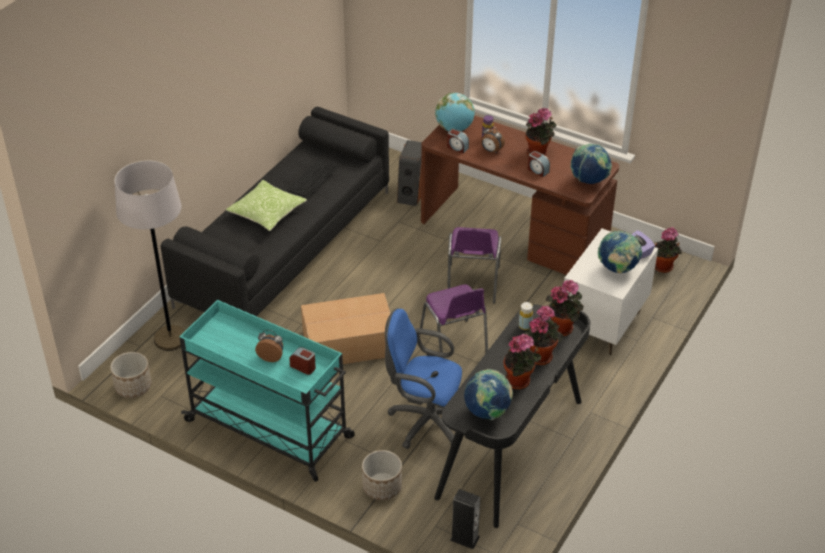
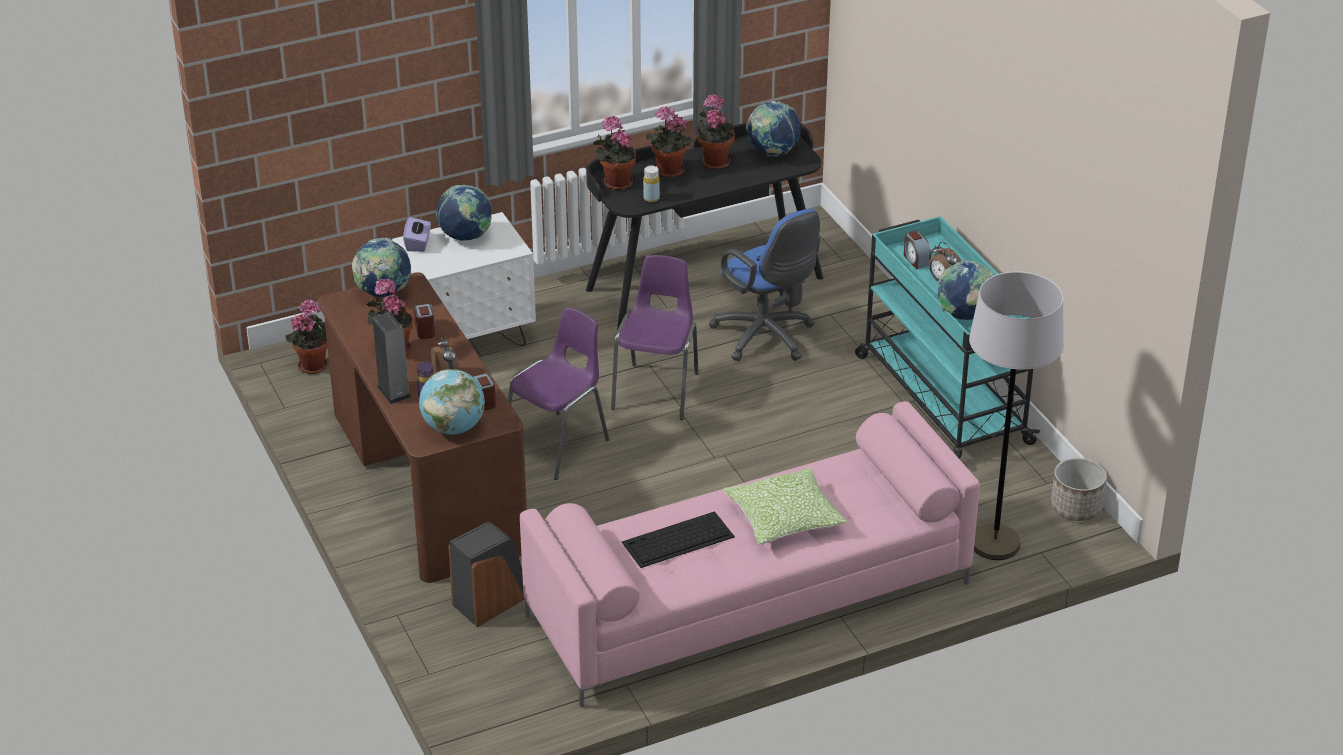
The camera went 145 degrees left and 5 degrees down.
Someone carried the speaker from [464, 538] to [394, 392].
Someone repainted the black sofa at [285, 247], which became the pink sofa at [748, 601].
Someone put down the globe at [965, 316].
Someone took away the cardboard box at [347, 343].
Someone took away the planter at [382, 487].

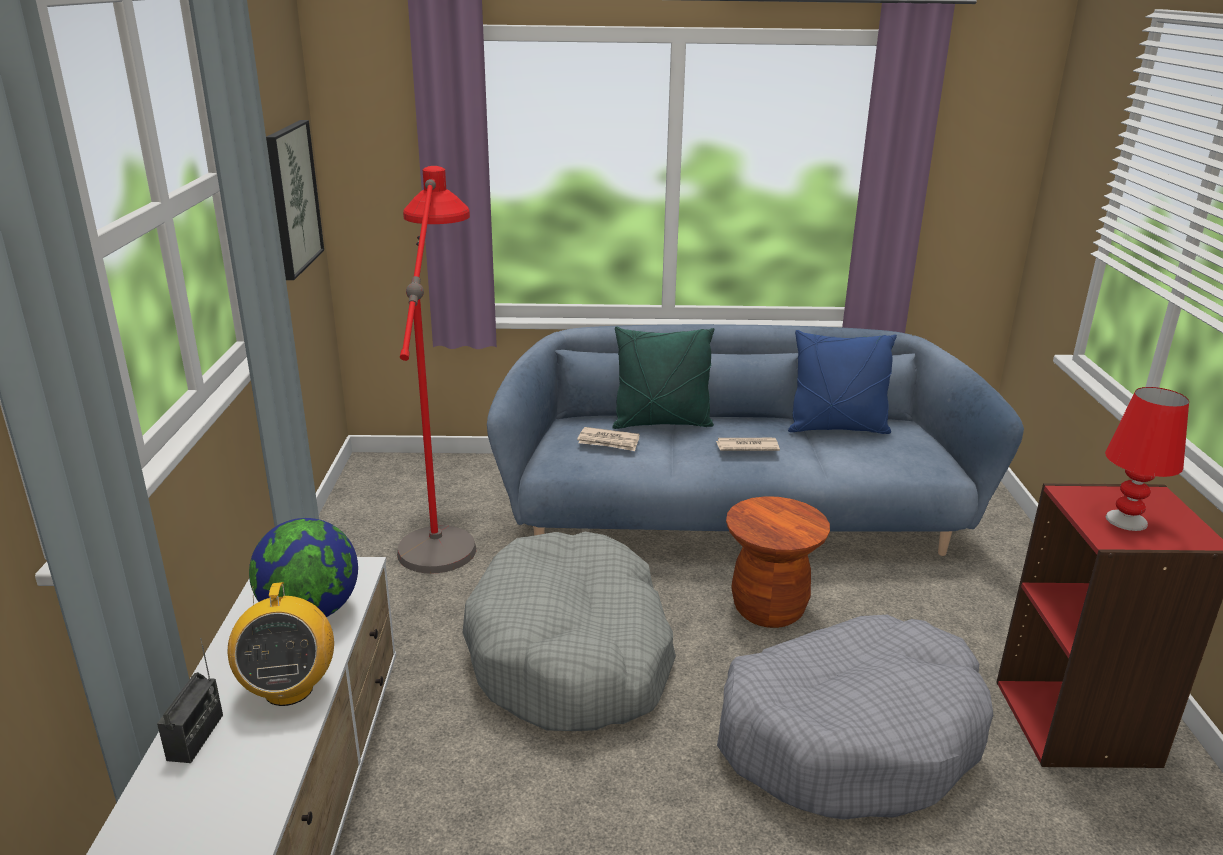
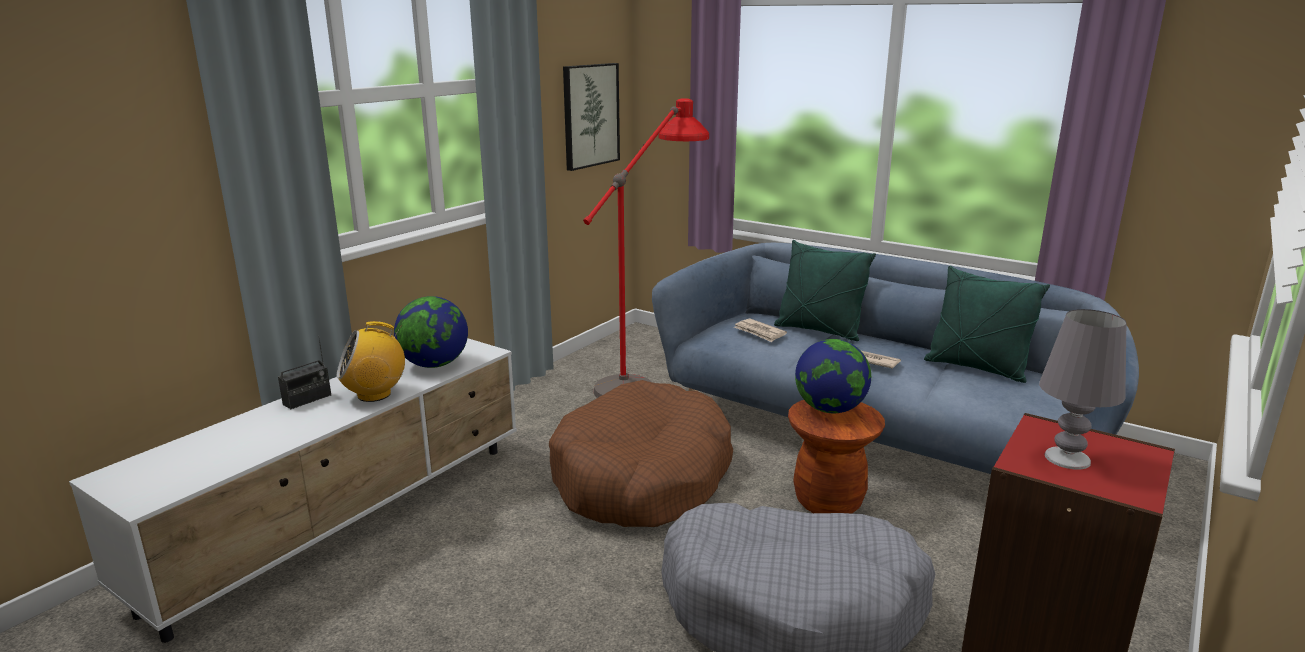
The camera went 35 degrees right and 5 degrees down.
Someone rotated the radio at [288, 689] by 45 degrees clockwise.
Someone repainted the grey dog bed at [572, 655], which became the brown dog bed at [642, 477].
Someone put down the globe at [830, 409].
Someone repainted the blue pillow at [837, 428], which became the green pillow at [976, 368].
Someone repainted the red table lamp at [1127, 521], which became the grey table lamp at [1067, 459].

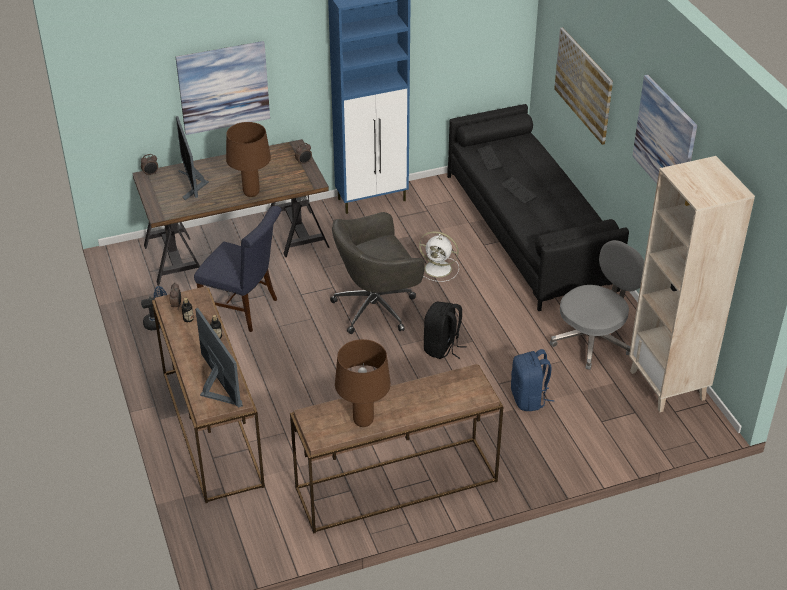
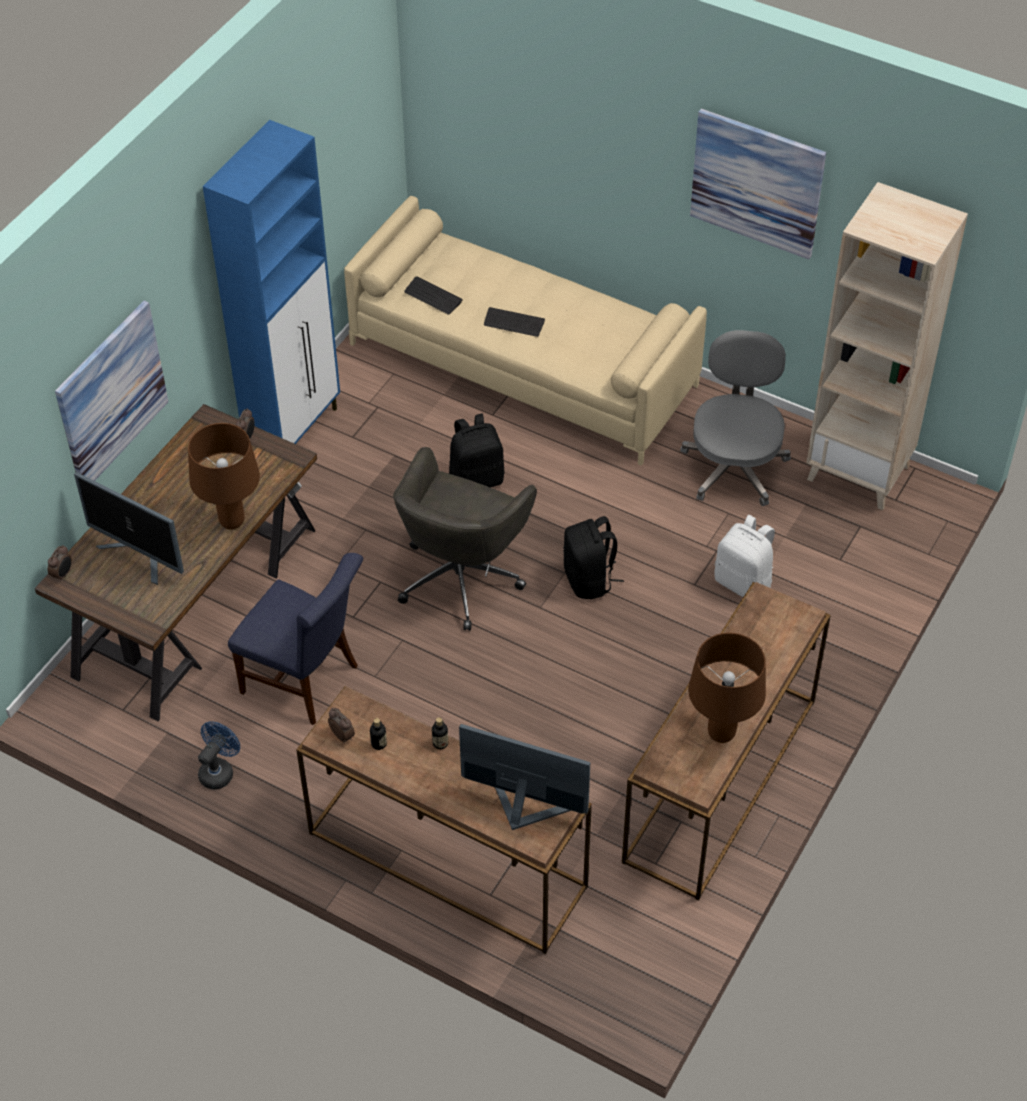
The camera went 40 degrees left and 10 degrees up.
Someone rotated the blue chair at [244, 309] by 45 degrees clockwise.
Someone repainted the black sofa at [529, 231], which became the beige sofa at [524, 364].
Someone swapped the white fan at [439, 269] for the black backpack at [477, 479].
Someone repainted the blue backpack at [529, 399], which became the white backpack at [744, 582].
Someone took away the picture at [583, 85].

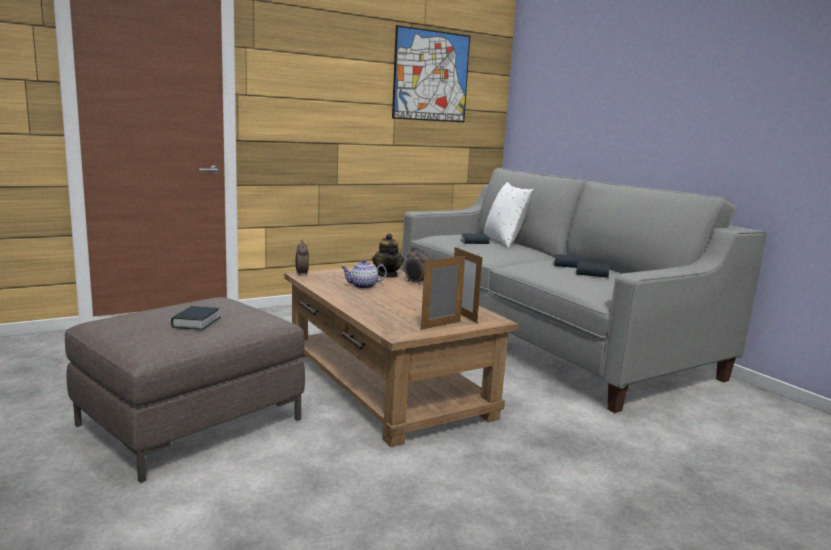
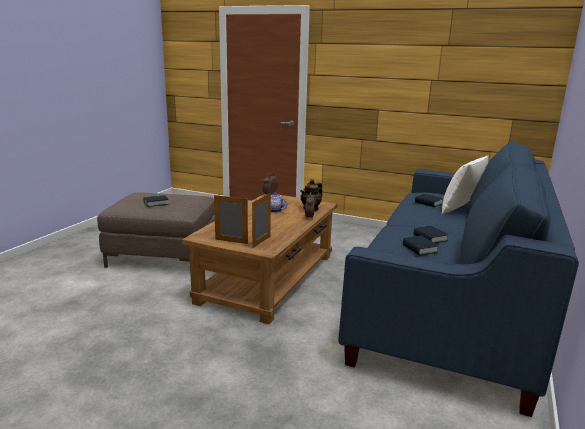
The camera went 55 degrees right and 5 degrees up.
Someone repainted the grey sofa at [544, 336], which became the blue sofa at [451, 302].
Someone took away the picture at [431, 76].

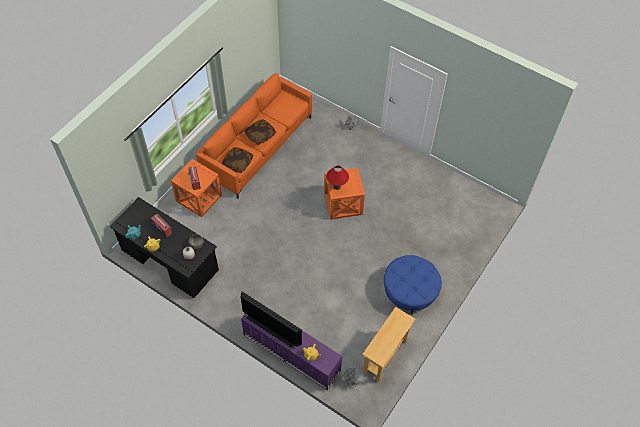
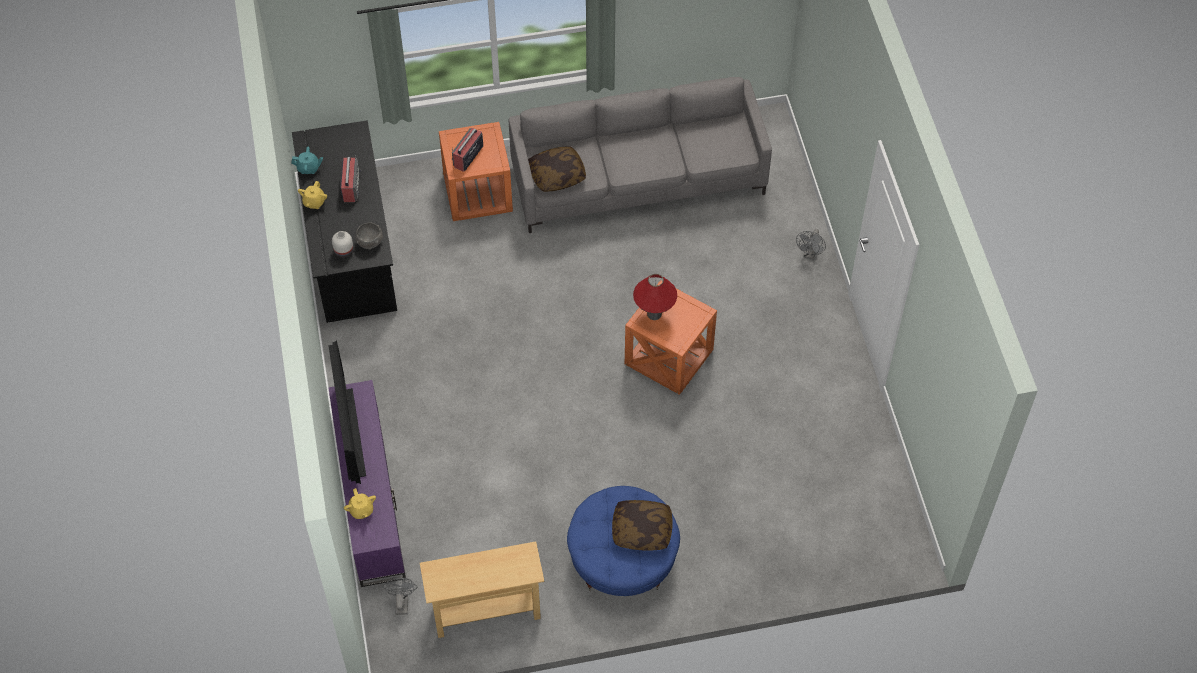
The camera went 45 degrees right and 0 degrees up.
Someone repainted the orange sofa at [257, 146], which became the grey sofa at [638, 179].
Someone carried the pillow from [260, 135] to [642, 530].

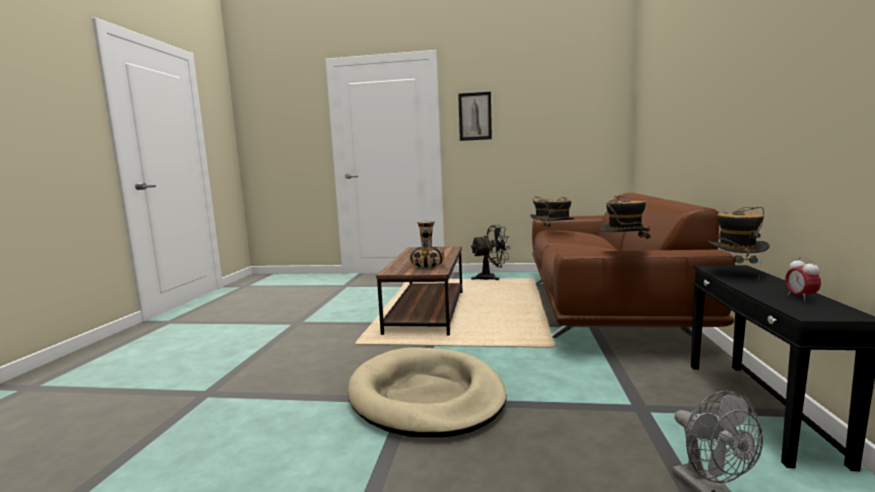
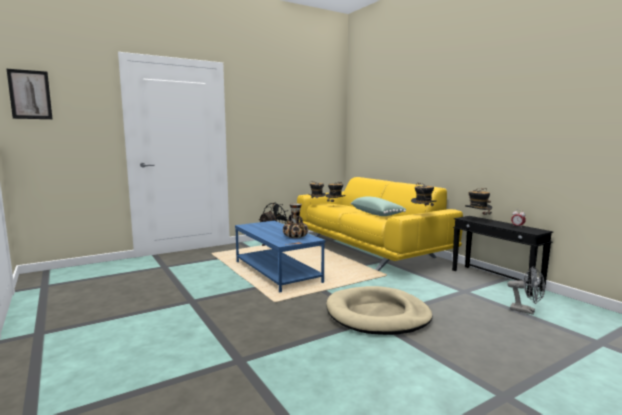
The camera went 40 degrees left and 0 degrees up.
Someone carried the picture from [475, 116] to [30, 94].
Someone repainted the brown coffee table at [427, 311], which became the blue coffee table at [277, 272].
Someone repainted the brown sofa at [602, 305], which became the yellow sofa at [369, 249].
Someone put down the green pillow at [377, 214].

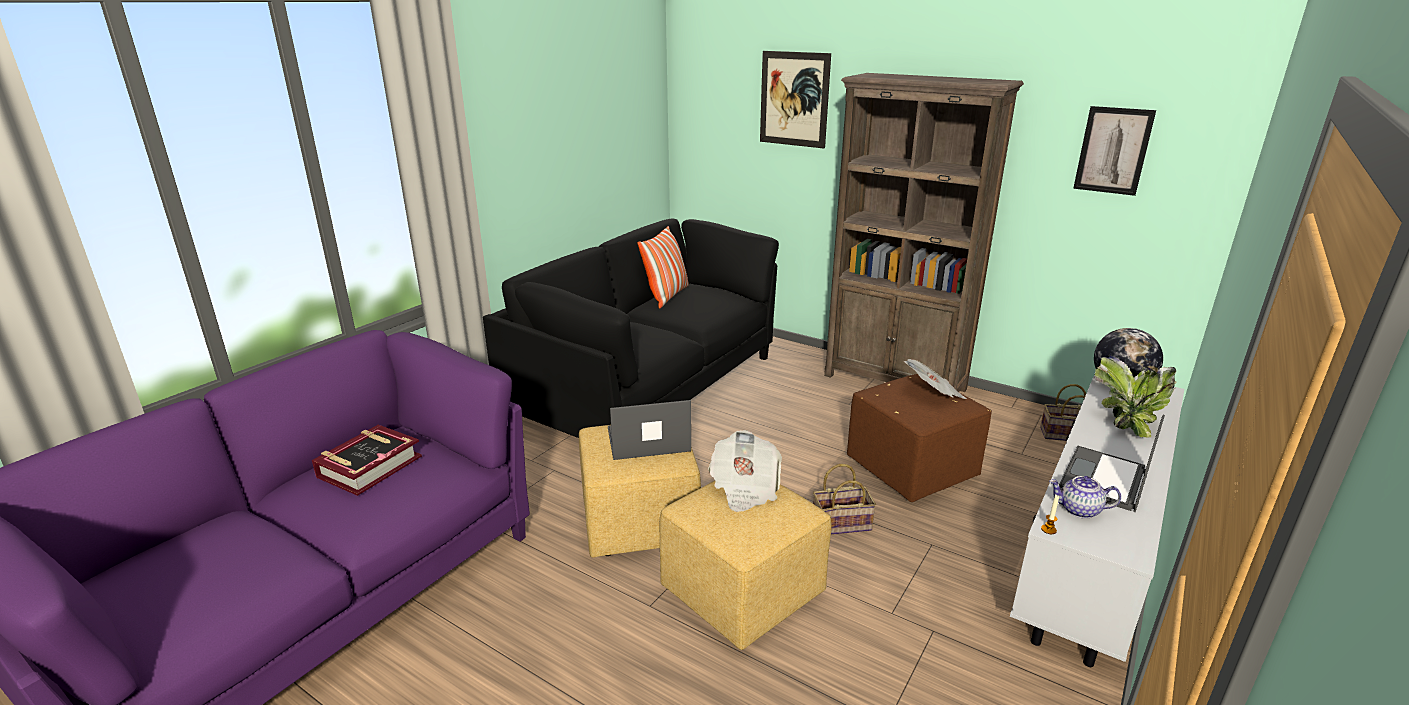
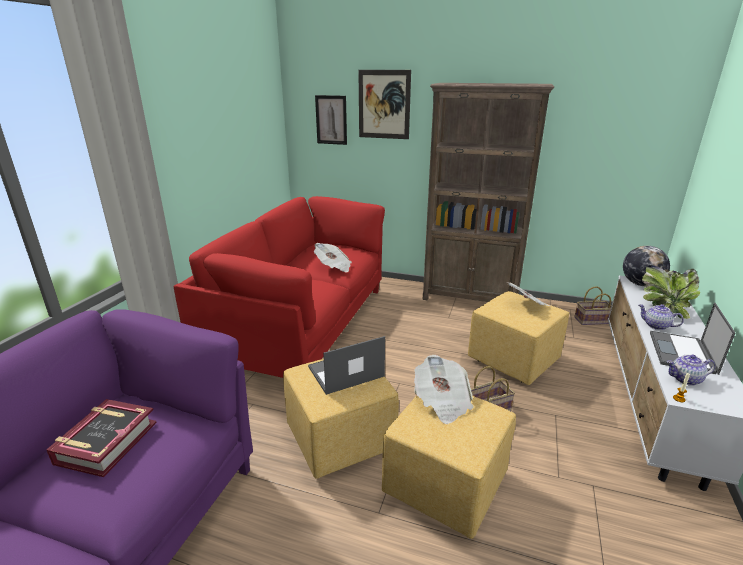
The camera went 15 degrees left and 0 degrees up.
Someone repainted the black sofa at [647, 388], which became the red sofa at [301, 325].
Someone put down the newspaper at [333, 267].
Someone carried the picture from [1113, 150] to [331, 120].
Someone repainted the brown ottoman at [913, 470], which became the yellow ottoman at [514, 360].
Someone put down the teapot at [656, 326].
Someone took away the pillow at [666, 296].

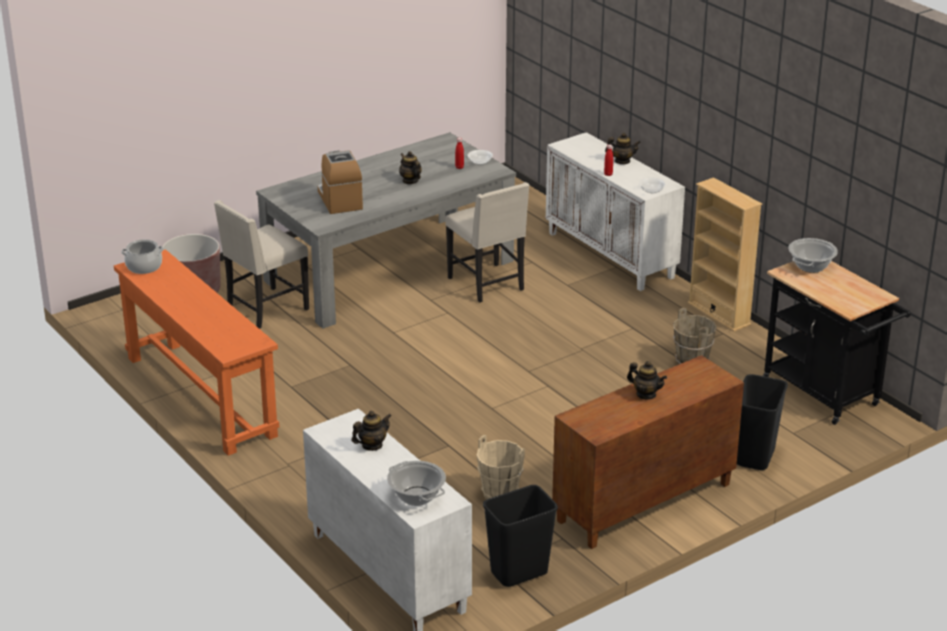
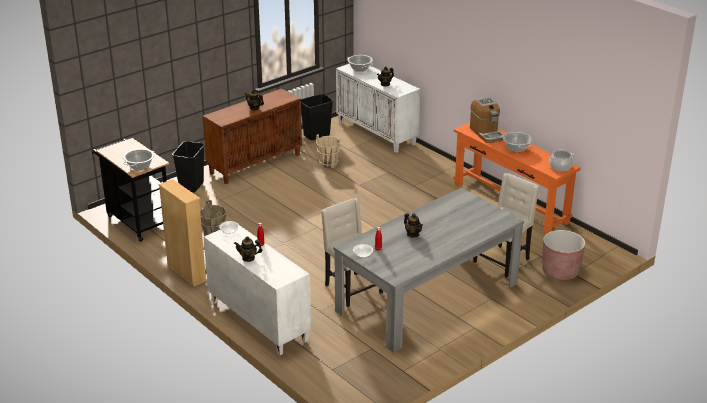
The camera went 175 degrees right and 0 degrees up.
Someone carried the coffee machine from [339, 200] to [487, 133].
Someone put down the cooking pot at [516, 148].

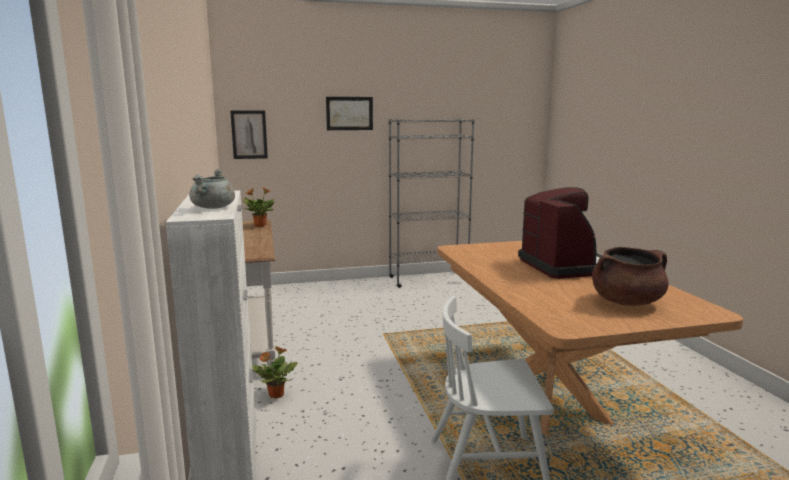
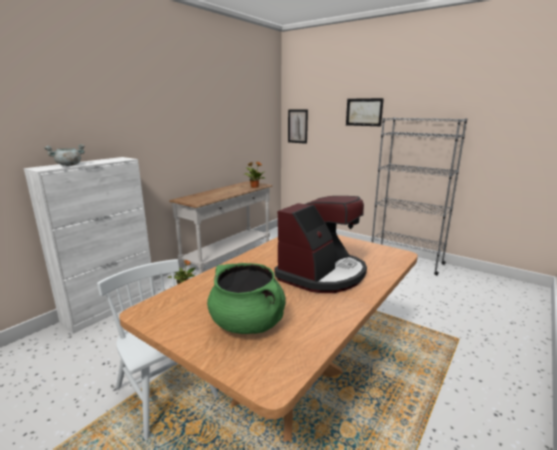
The camera went 50 degrees right and 5 degrees up.
Someone repainted the brown cooking pot at [627, 302], which became the green cooking pot at [248, 323].

